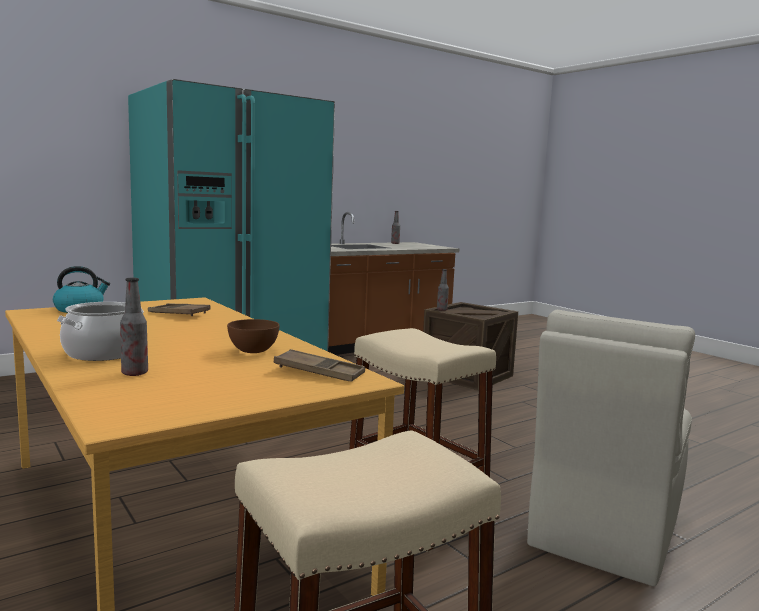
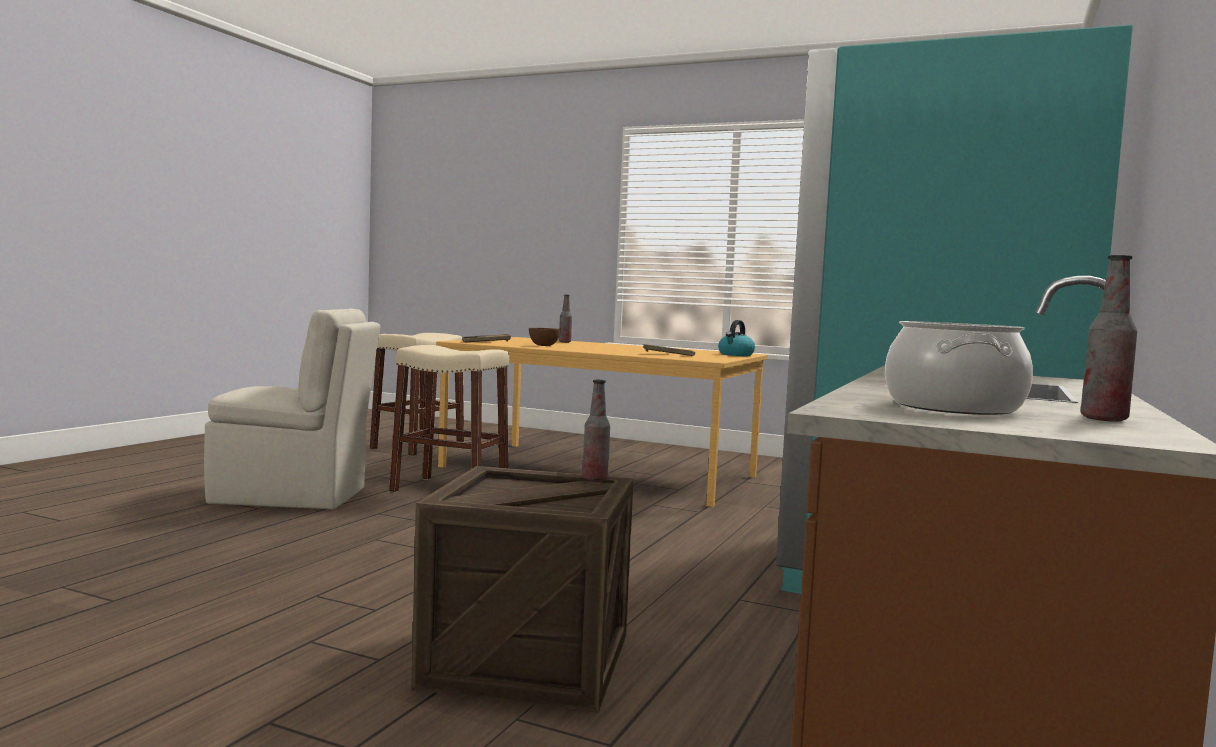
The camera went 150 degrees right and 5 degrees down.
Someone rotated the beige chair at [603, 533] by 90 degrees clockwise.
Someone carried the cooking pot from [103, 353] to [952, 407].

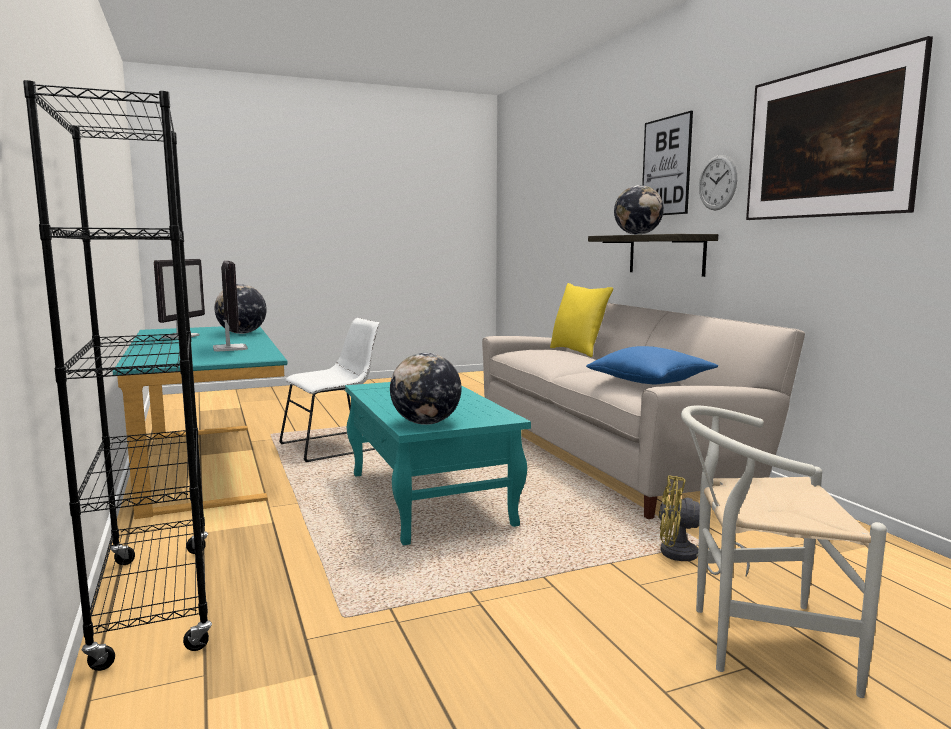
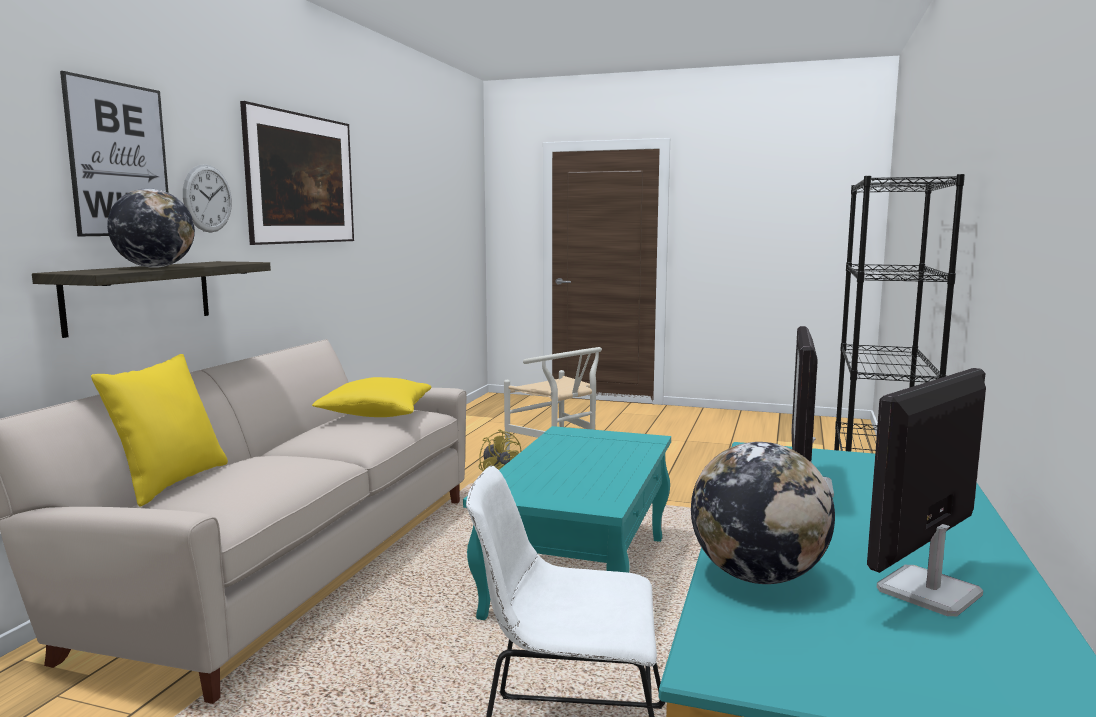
The camera went 140 degrees left and 0 degrees up.
Someone repainted the blue pillow at [650, 381], which became the yellow pillow at [376, 414].
Someone took away the globe at [426, 423].

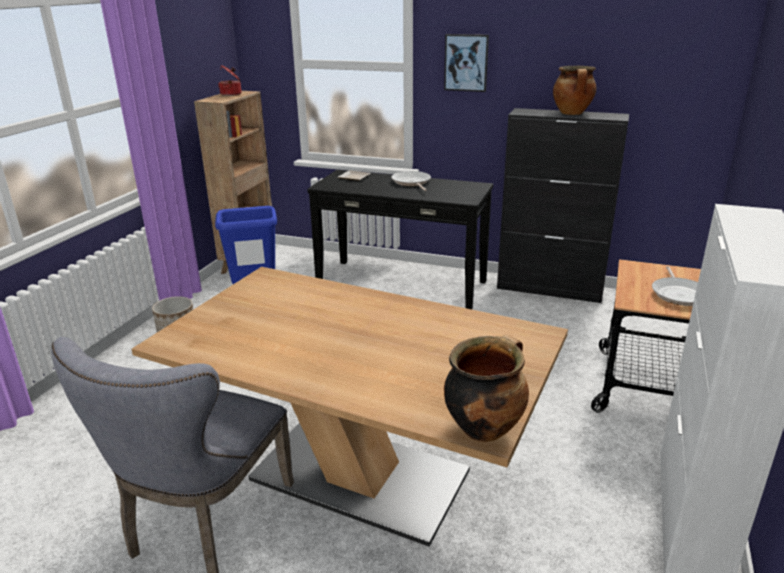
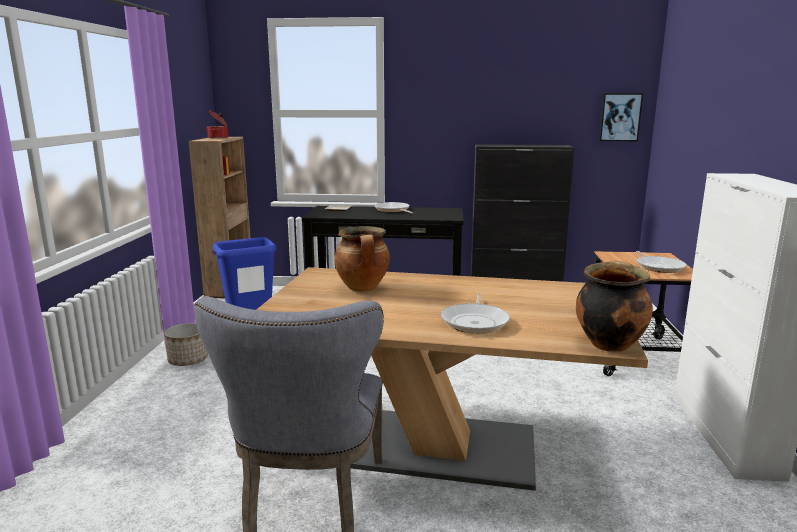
The camera went 15 degrees left and 10 degrees down.
Someone carried the cooking pot from [572, 113] to [363, 288].
Someone put down the frying pan at [475, 321].
Someone carried the picture from [466, 62] to [620, 117].

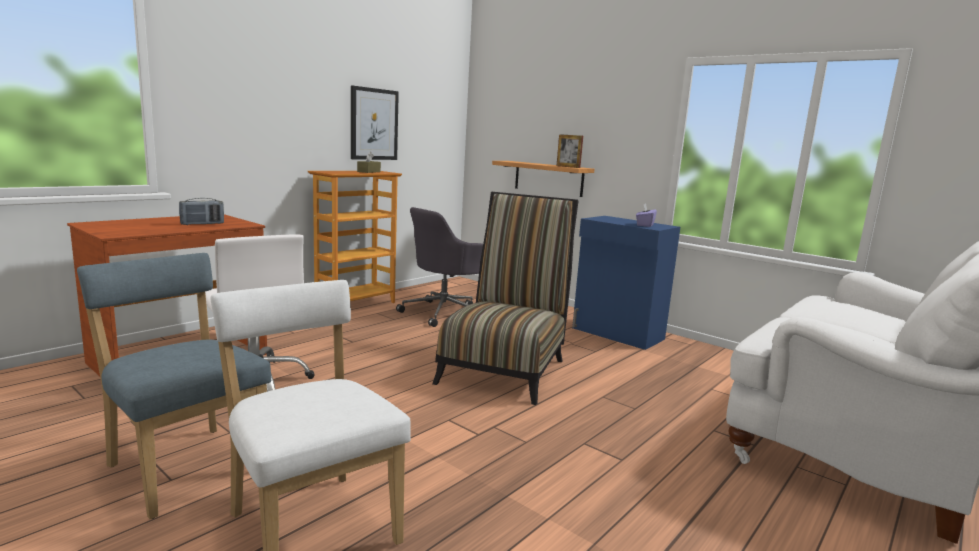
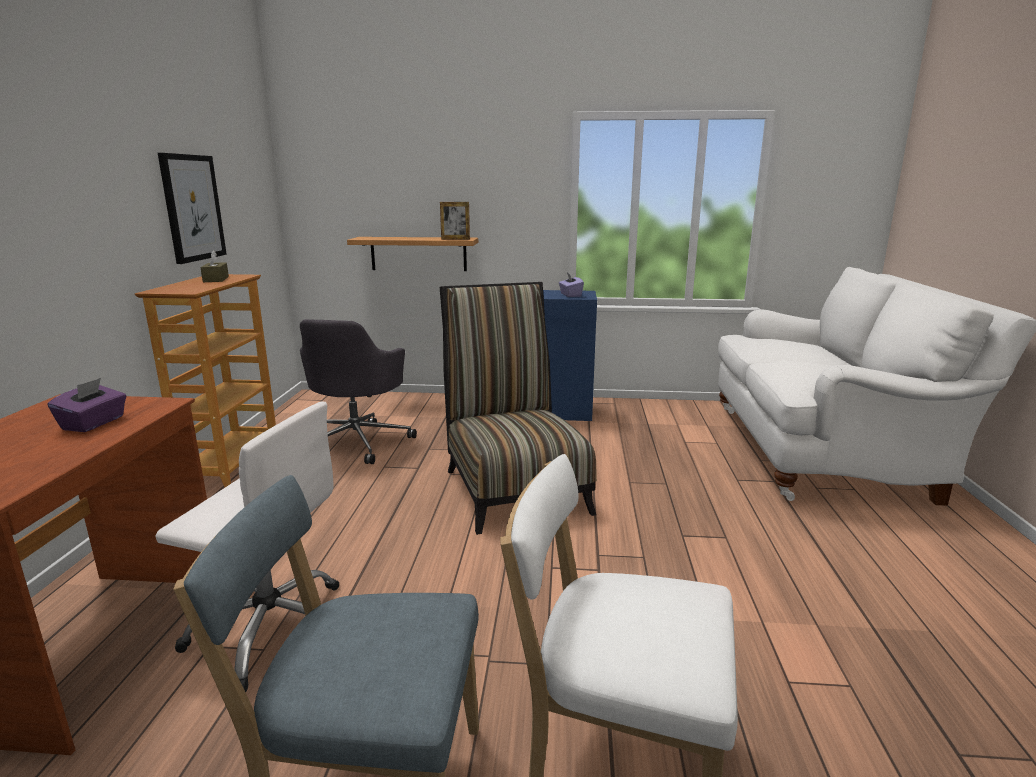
The camera went 35 degrees left and 5 degrees up.
Someone swapped the radio at [202, 224] for the purple tissue box at [94, 423].

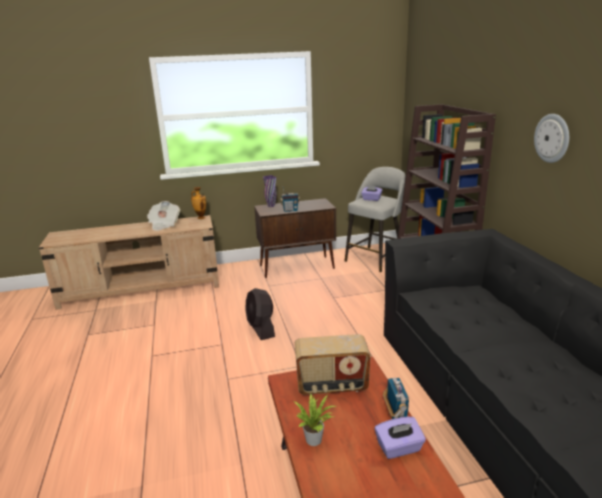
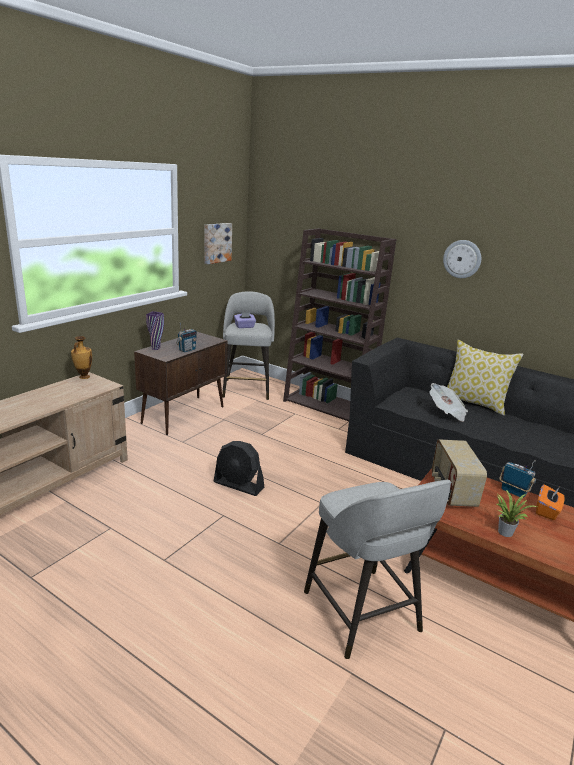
The camera went 45 degrees left and 0 degrees up.
Someone put up the picture at [216, 243].
Someone put down the grey stool at [363, 614].
Someone carried the newspaper from [164, 224] to [447, 412].
Someone rotated the radio at [332, 385] by 135 degrees clockwise.
Someone put down the pillow at [474, 403].
Someone repainted the purple tissue box at [399, 448], which became the orange tissue box at [547, 511].

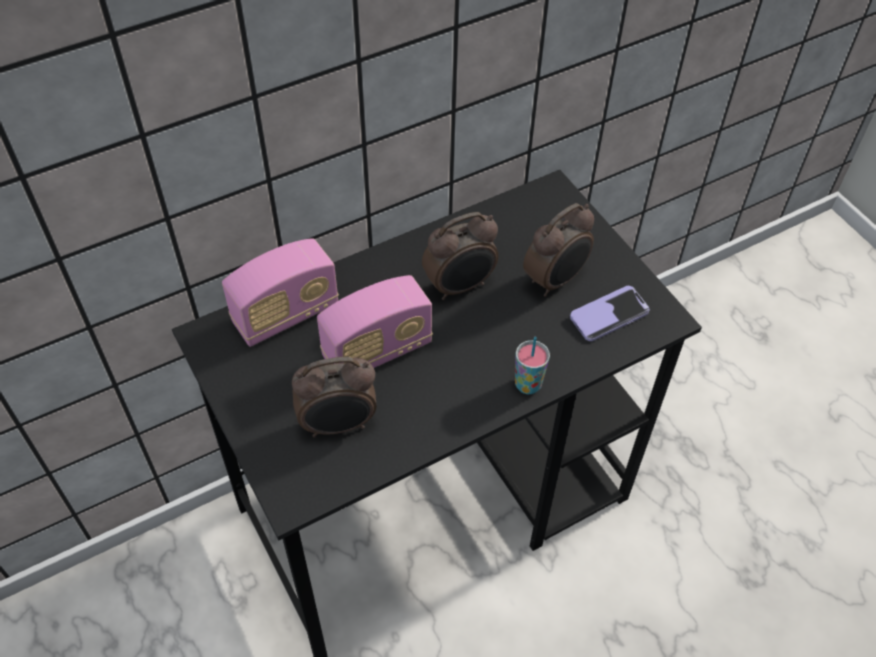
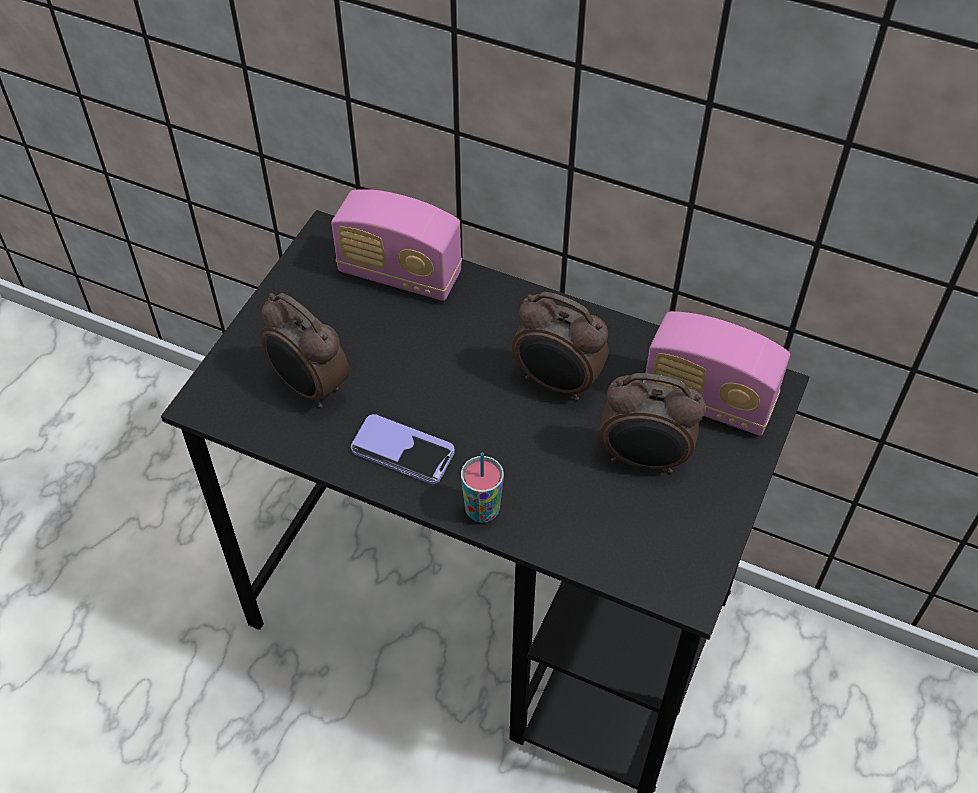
The camera went 55 degrees right and 0 degrees up.
Someone carried the phone from [609, 315] to [403, 451].
Someone carried the radio from [377, 351] to [707, 401].

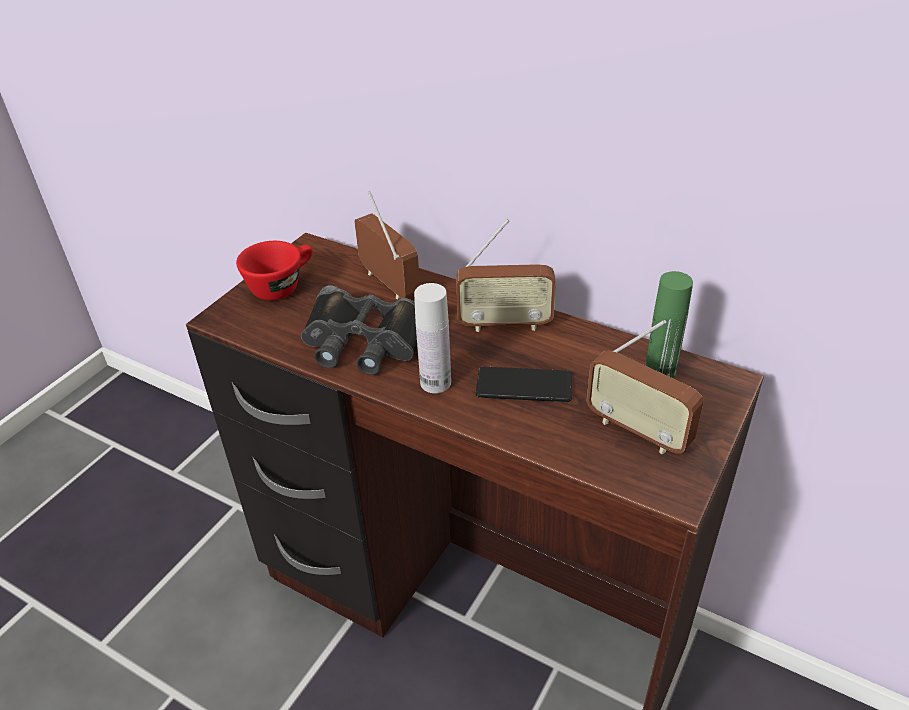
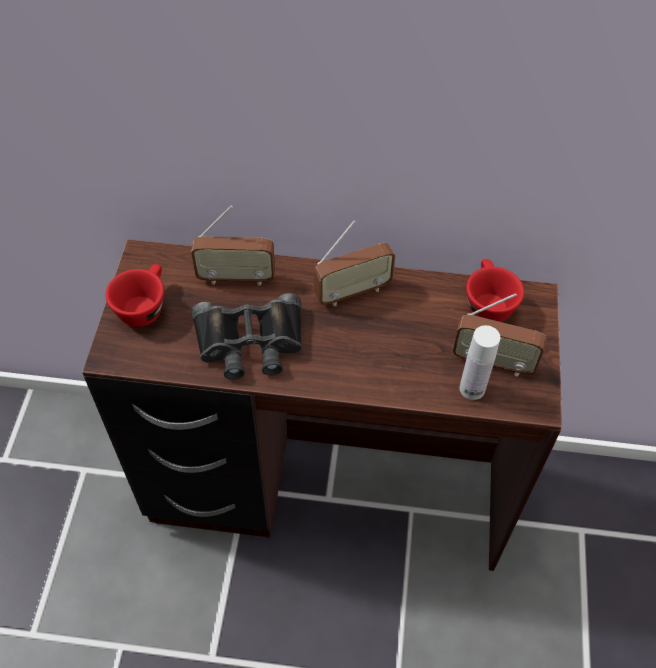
The camera went 25 degrees left and 15 degrees up.
Someone rotated the radio at [388, 284] by 150 degrees clockwise.
Someone carried the white bottle from [435, 383] to [472, 388].
Someone swapped the green bottle at [660, 371] for the red cup at [487, 303].
Someone took away the phone at [524, 386].

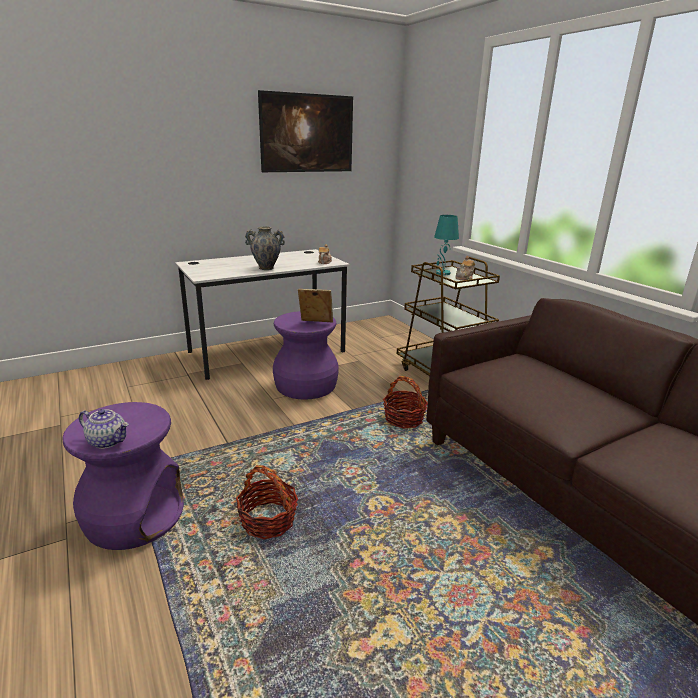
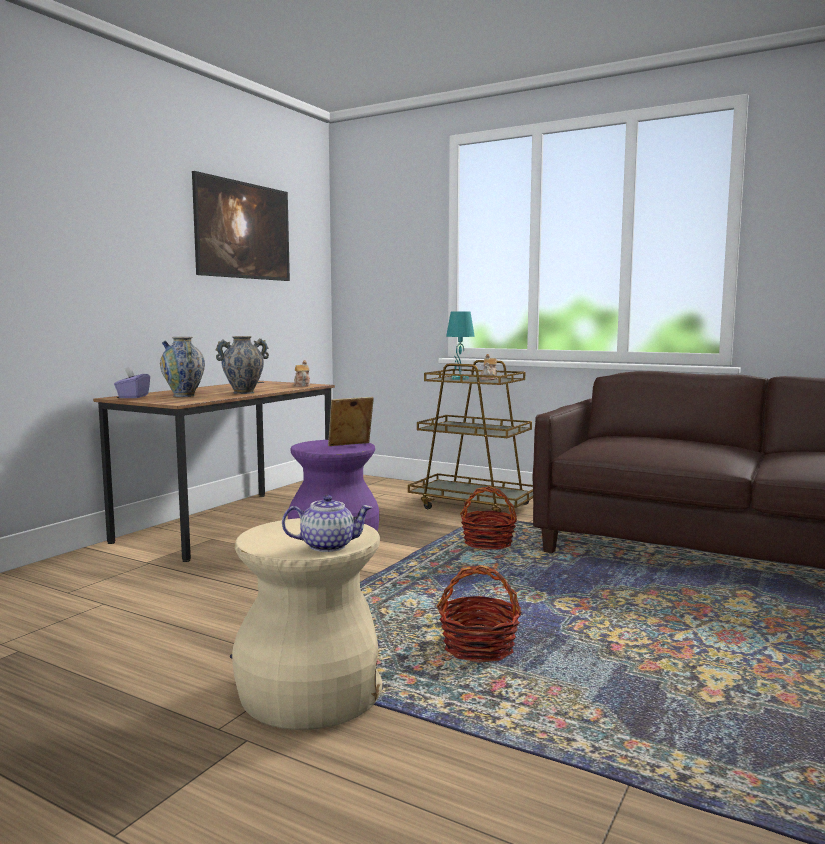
The camera went 30 degrees left and 15 degrees down.
Someone repainted the white desk at [267, 351], which became the brown desk at [230, 523].
Someone put down the purple tissue box at [133, 396].
Someone put down the vase at [184, 396].
Someone repainted the purple stool at [134, 516], which became the beige stool at [309, 693].

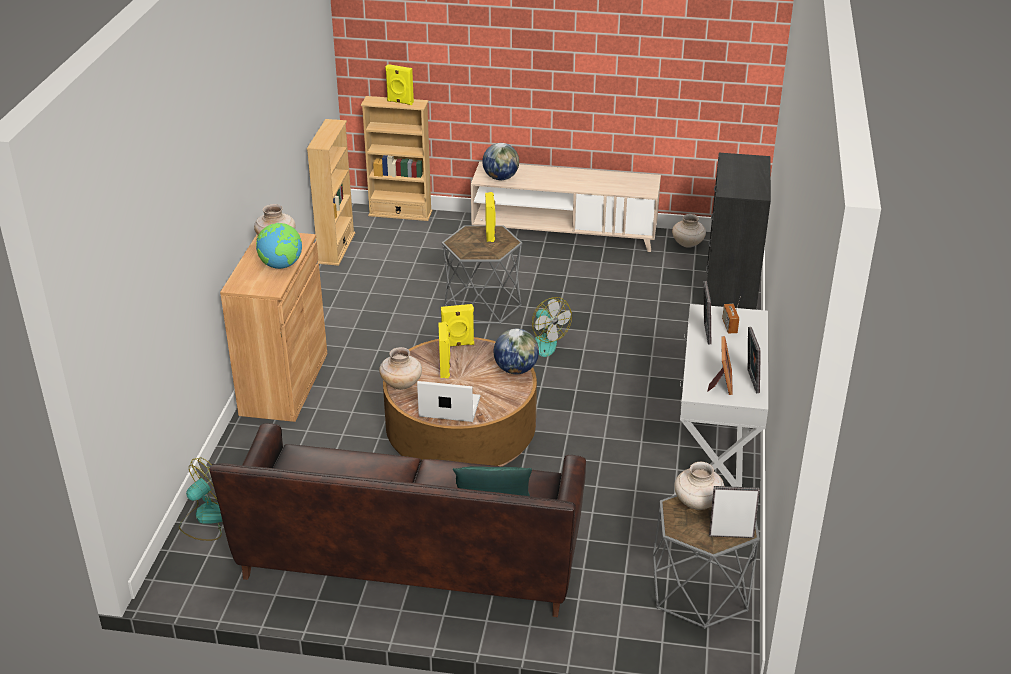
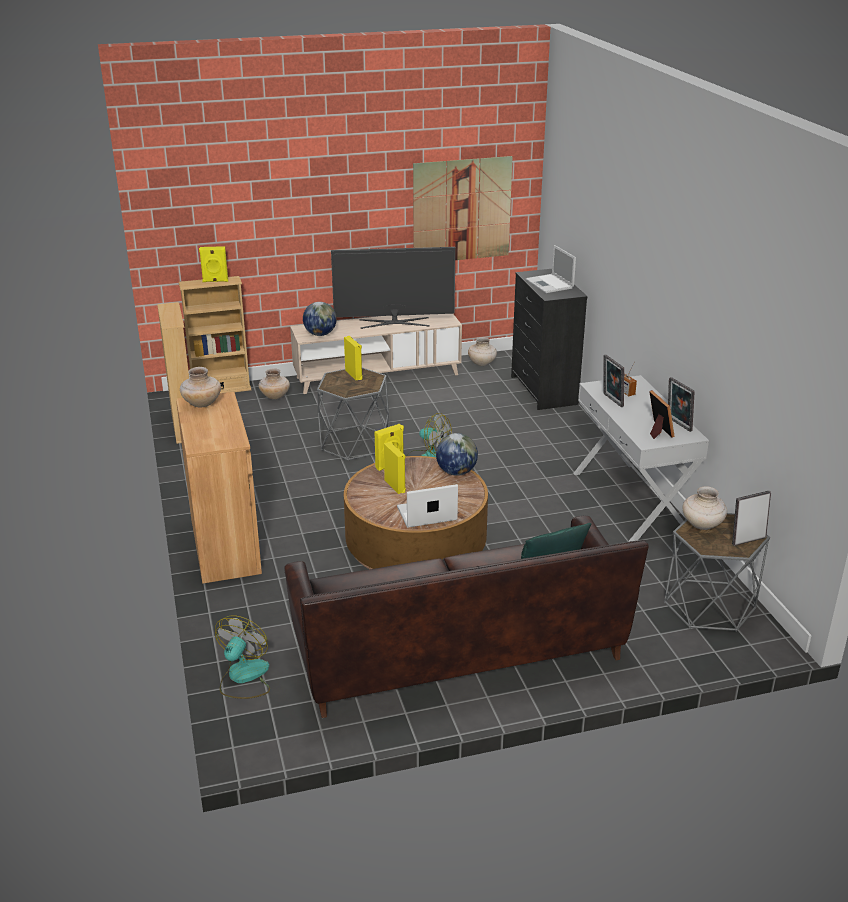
The camera went 25 degrees left and 5 degrees down.
Someone carried the beige vase from [401, 384] to [275, 396].
Someone put down the television at [394, 323].
Someone put up the picture at [462, 210].
Someone put down the laptop at [550, 284].
Someone took away the globe at [281, 265].

